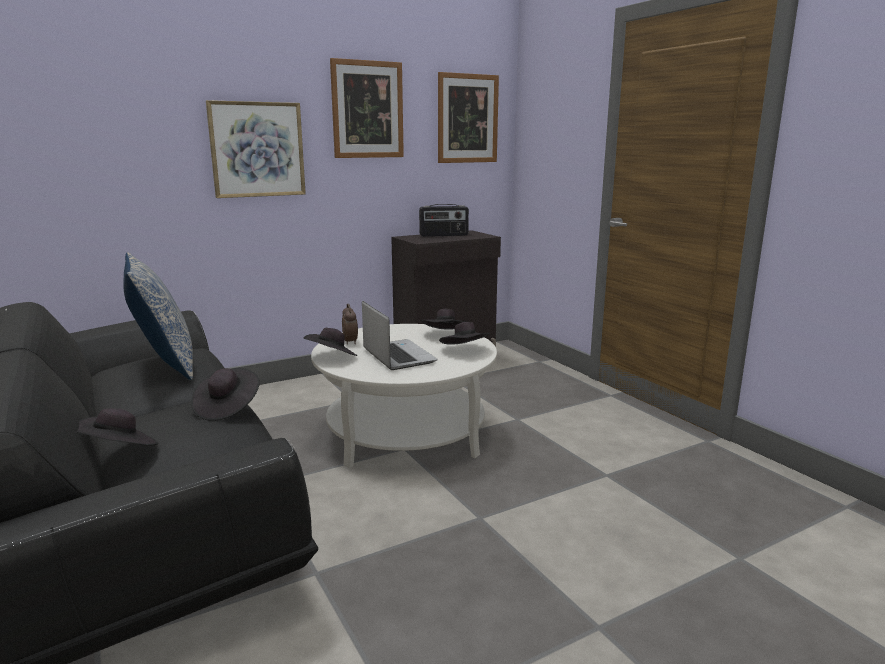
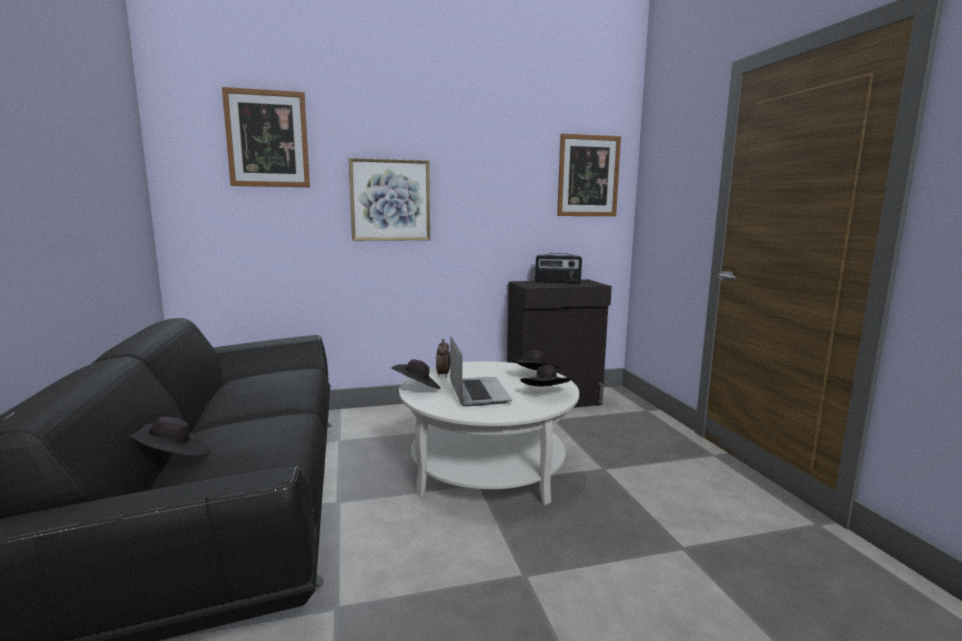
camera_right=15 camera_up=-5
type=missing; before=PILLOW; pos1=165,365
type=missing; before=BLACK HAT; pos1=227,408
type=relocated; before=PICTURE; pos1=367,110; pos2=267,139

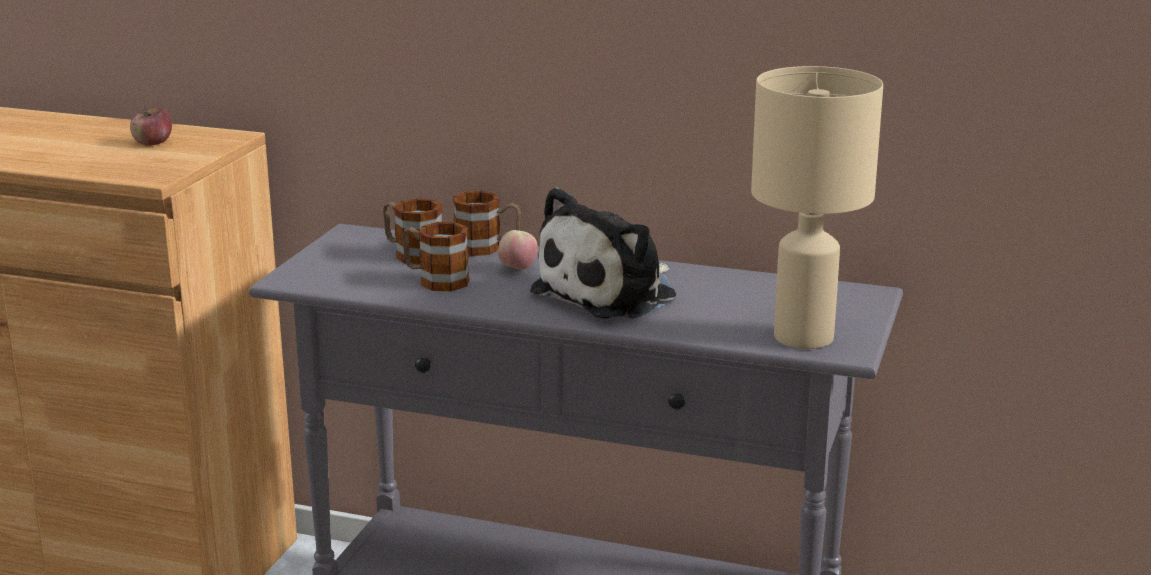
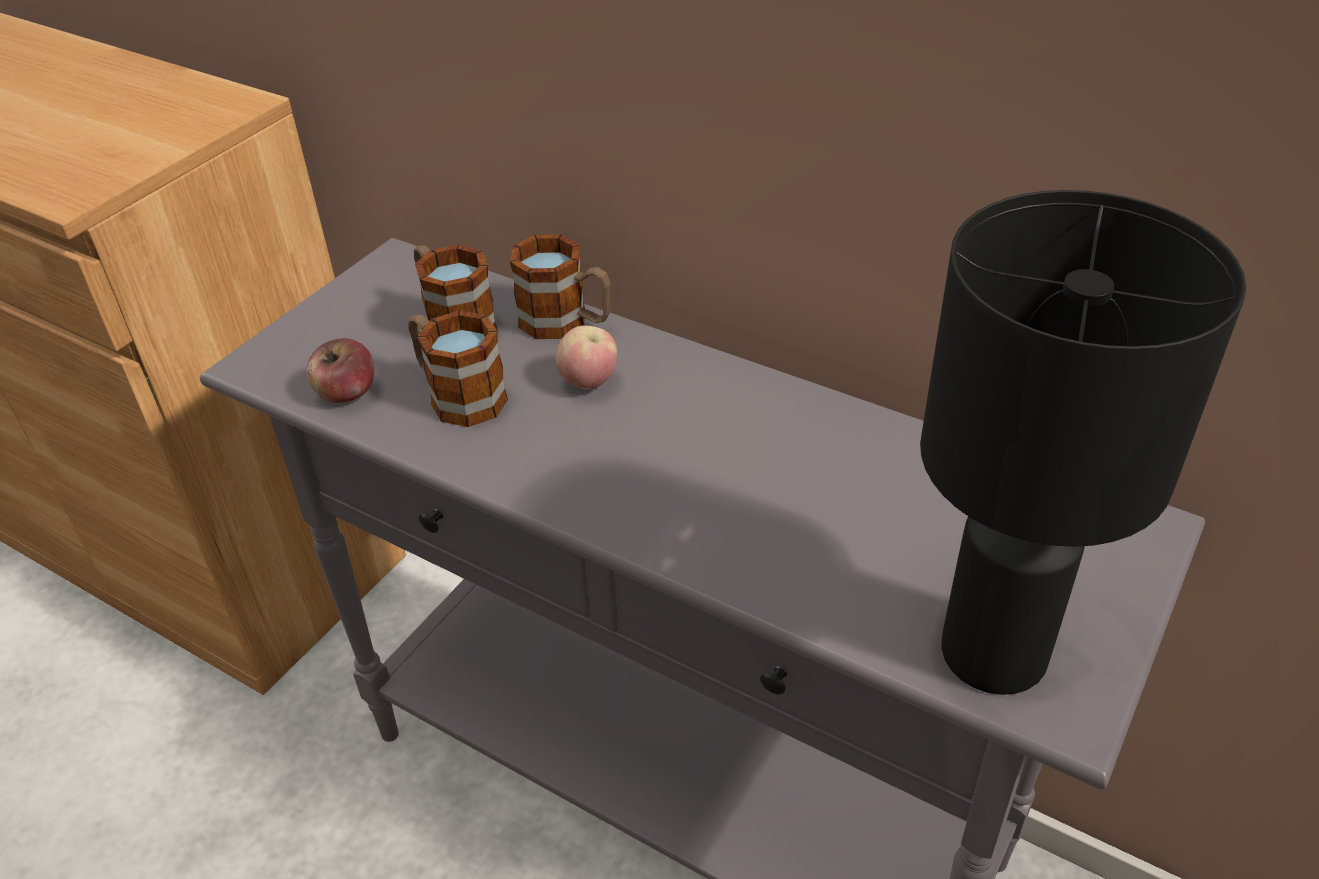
camera_right=15 camera_up=20
type=relocated; before=APPLE; pos1=152,143; pos2=346,393
type=missing; before=PLUSH TOY; pos1=611,294
type=colour; before=BEIGE TABLE LAMP; after=BLACK TABLE LAMP; pos1=802,338; pos2=991,654

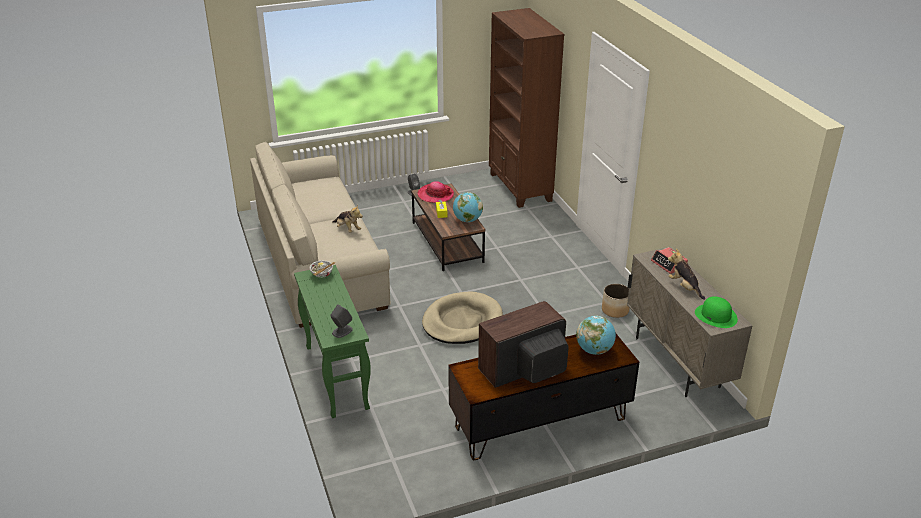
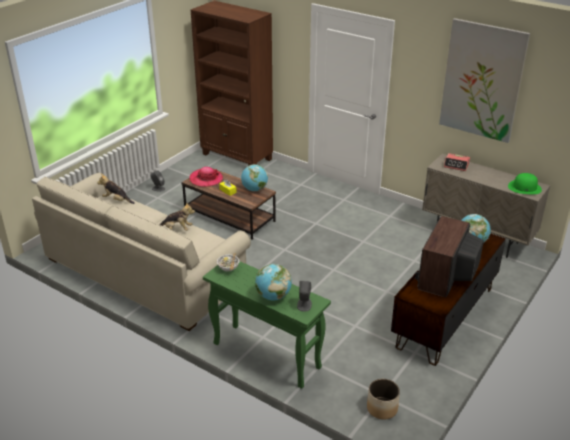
camera_right=-35 camera_up=0
type=missing; before=BEIGE DOG BED; pos1=462,321
type=relocated; before=PLANTER; pos1=615,310; pos2=382,408
type=relocated; before=PLUSH TOY; pos1=684,287; pos2=116,200
type=appeared; after=GLOBE; pos2=273,296
type=appeared; after=PICTURE; pos2=482,81

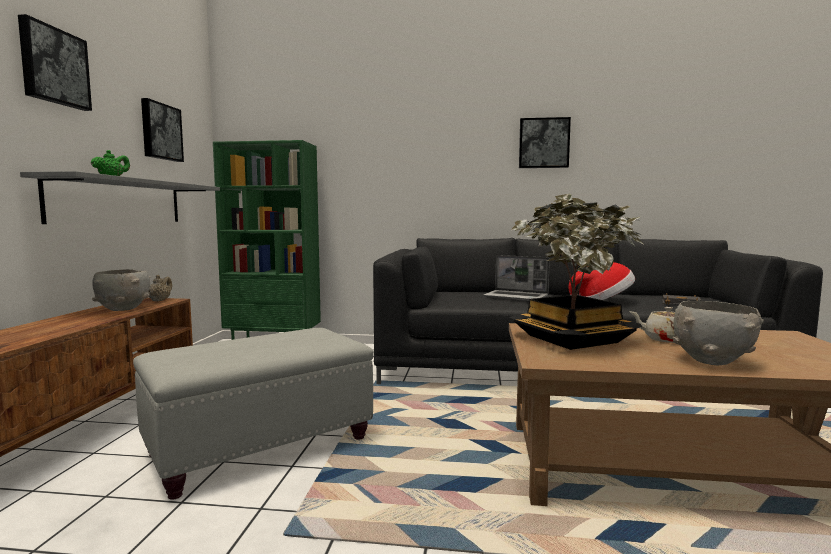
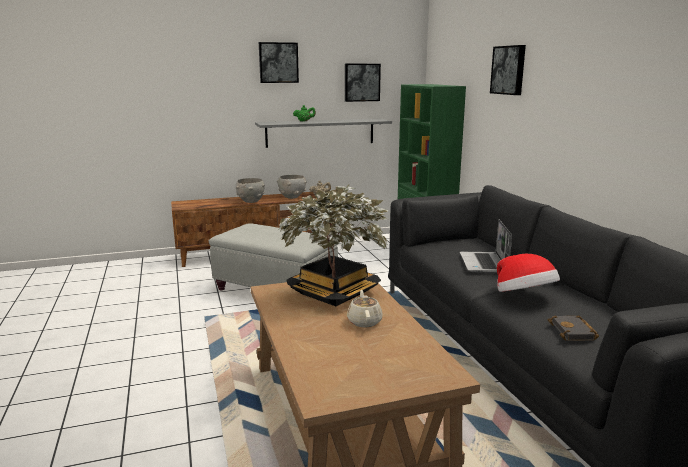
camera_right=65 camera_up=10
type=relocated; before=PICTURE; pos1=543,143; pos2=509,70
type=relocated; before=GREY BOWL; pos1=712,361; pos2=250,201

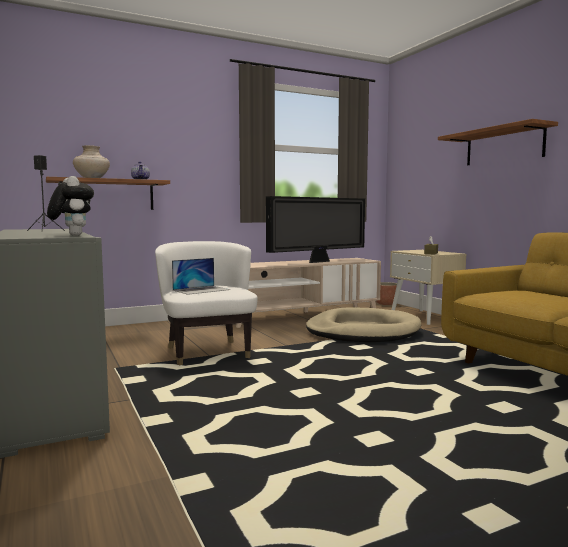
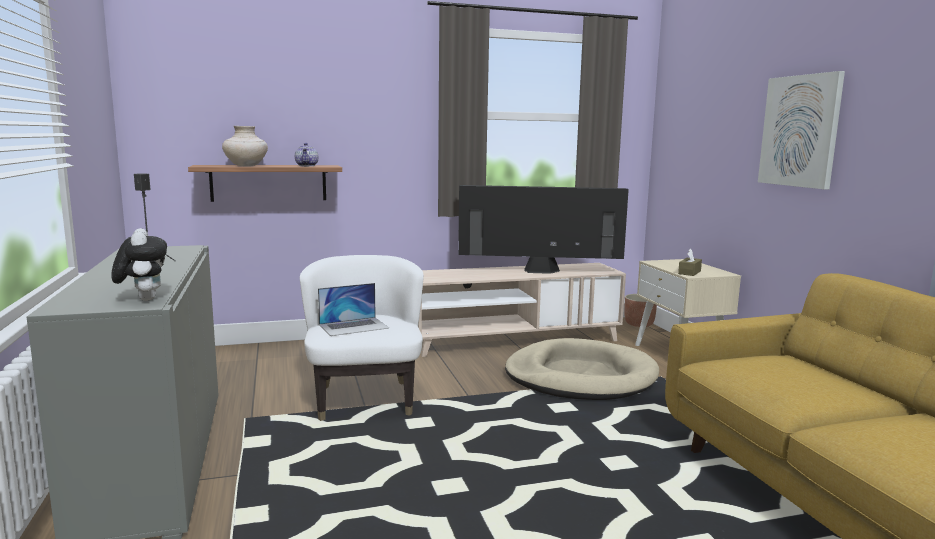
camera_right=10 camera_up=5
type=spun; before=TELEVISION; pos1=319,261; pos2=539,271; turn=-150
type=exchanged; before=SHELF; after=PICTURE; pos1=504,146; pos2=800,131

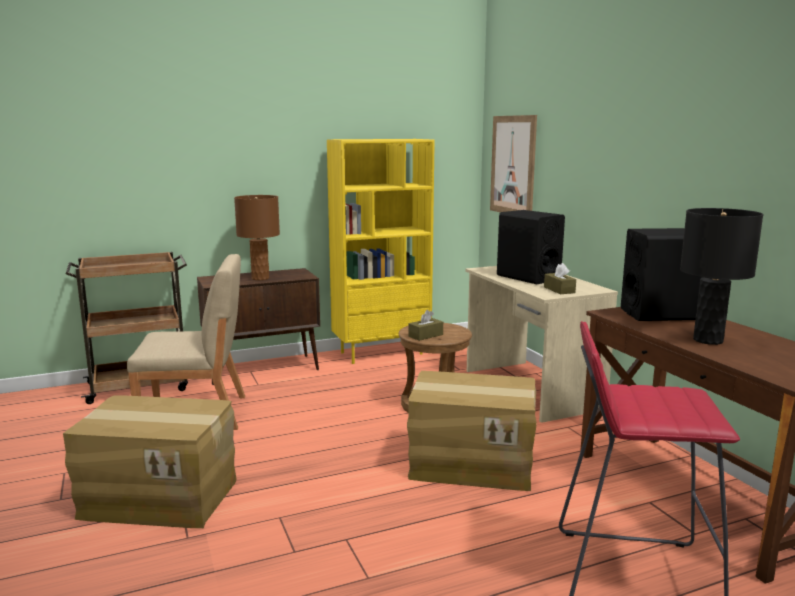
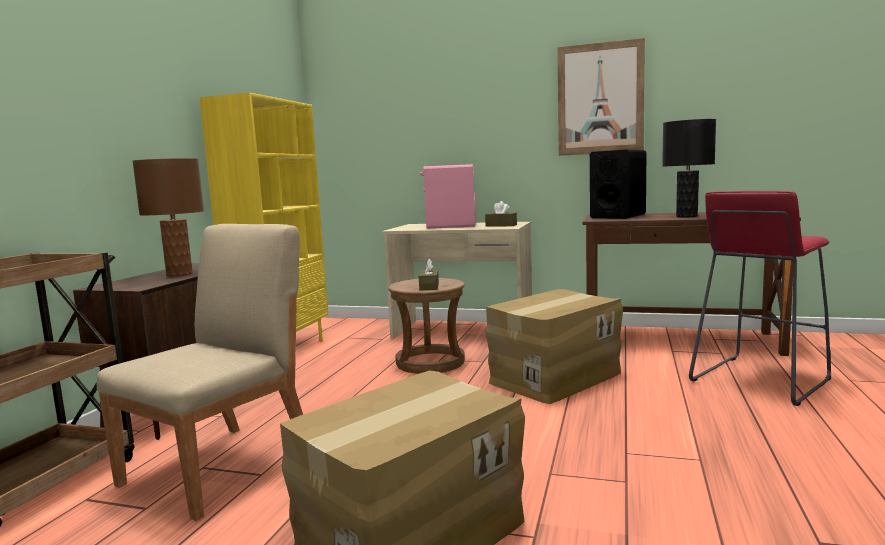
camera_right=-50 camera_up=-5
type=relocated; before=PICTURE; pos1=513,165; pos2=600,99
type=colour; before=BLACK SPEAKER; after=PINK SPEAKER; pos1=527,277; pos2=450,226

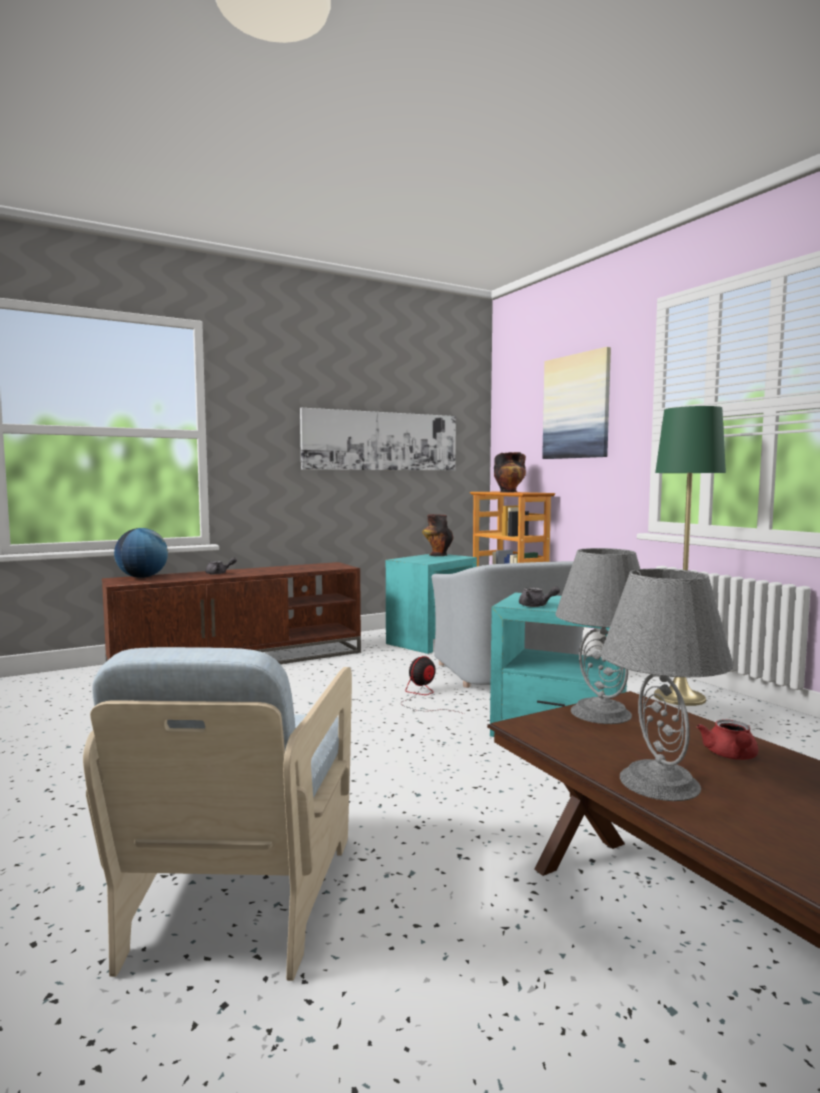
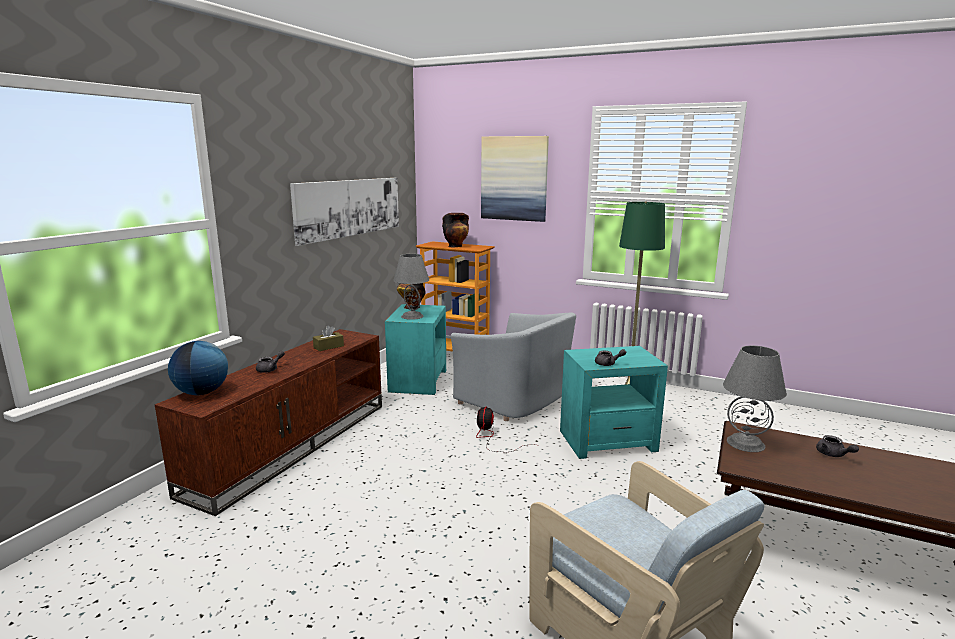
camera_right=-35 camera_up=10
type=relocated; before=GREY TABLE LAMP; pos1=660,782; pos2=412,316
type=colour; before=RED TEAPOT; after=GREY TEAPOT; pos1=731,756; pos2=833,455
type=appeared; after=BROWN TISSUE BOX; pos2=328,347

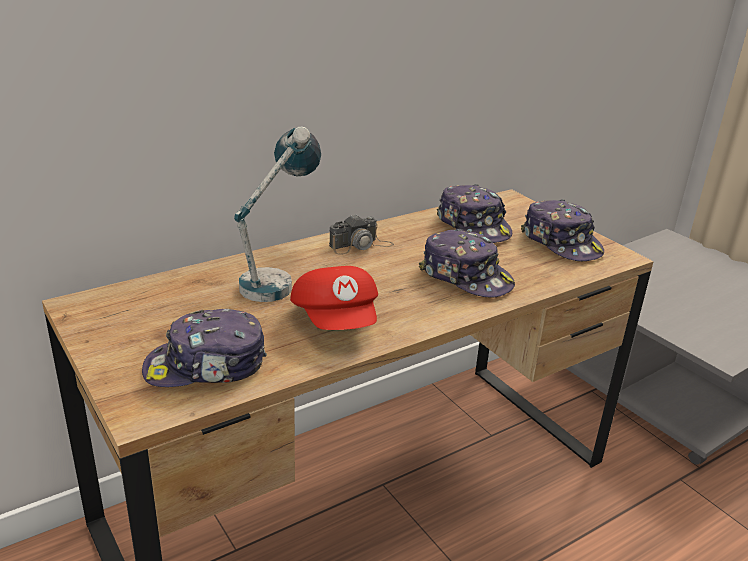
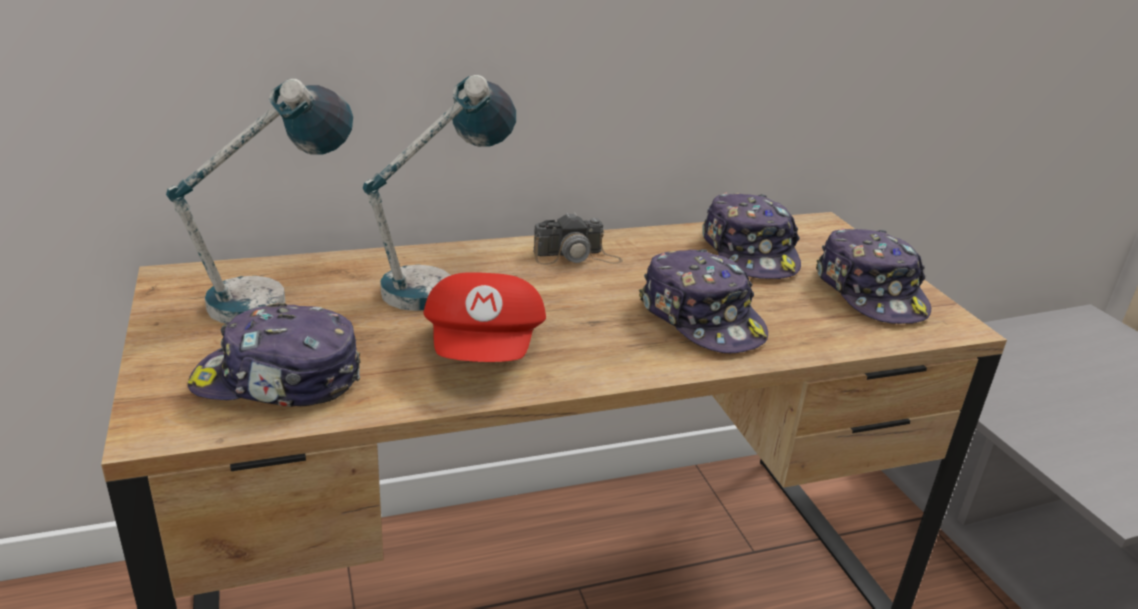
camera_right=15 camera_up=0
type=appeared; after=TABLE LAMP; pos2=278,295

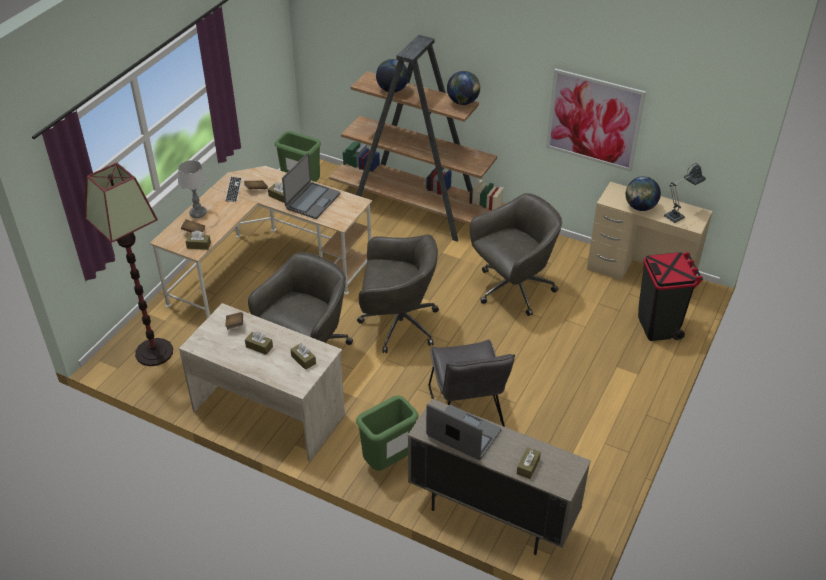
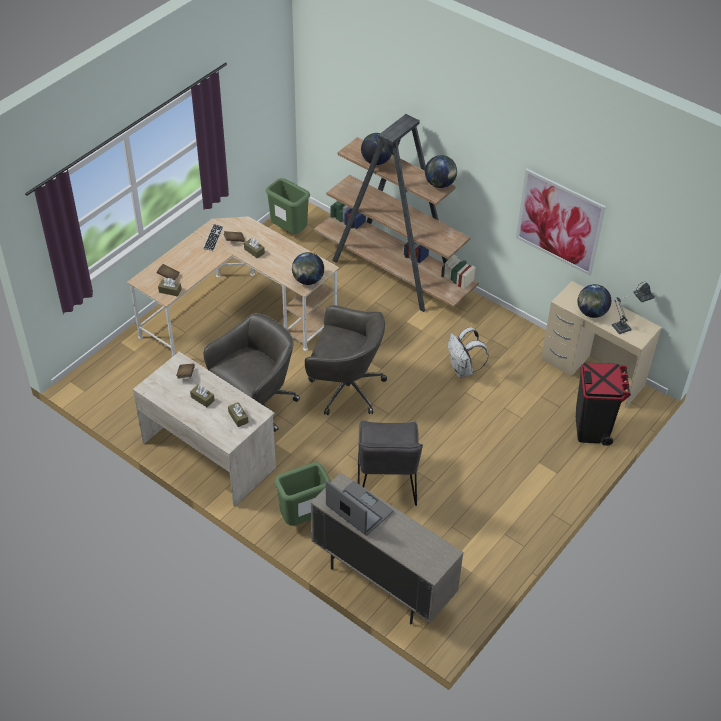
camera_right=10 camera_up=5
type=missing; before=FLOOR LAMP; pos1=154,353
type=missing; before=TABLE LAMP; pos1=198,213
type=missing; before=LAPTOP; pos1=312,201
type=exchanged; before=GREY OFFICE CHAIR; after=WHITE BACKPACK; pos1=512,289; pos2=463,370
type=missing; before=BROWN TISSUE BOX; pos1=528,466
type=appeared; after=GLOBE; pos2=308,280

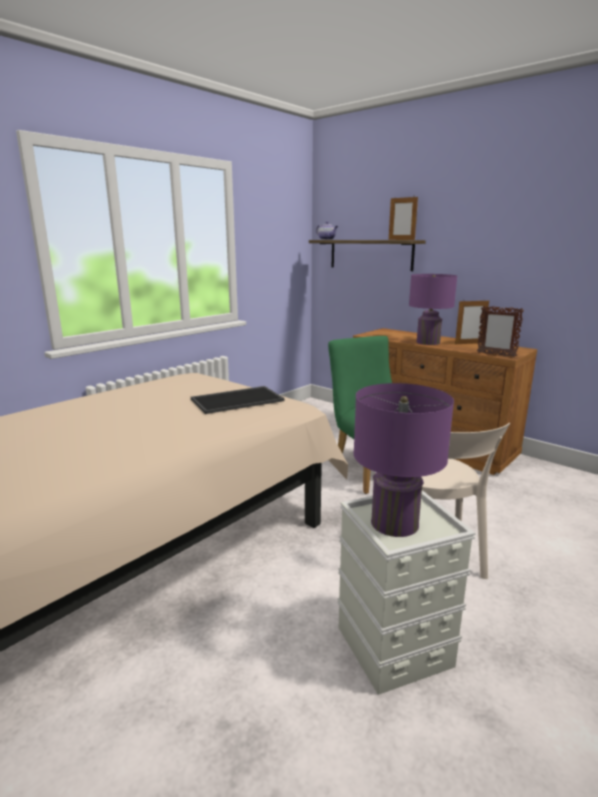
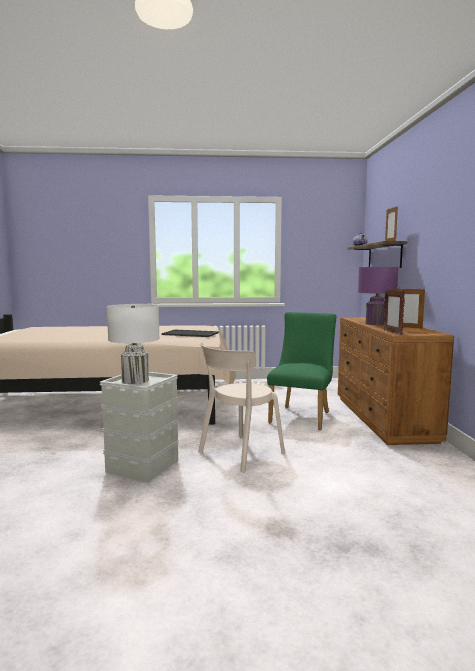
camera_right=45 camera_up=-10
type=colour; before=PURPLE TABLE LAMP; after=WHITE TABLE LAMP; pos1=394,523; pos2=135,380

